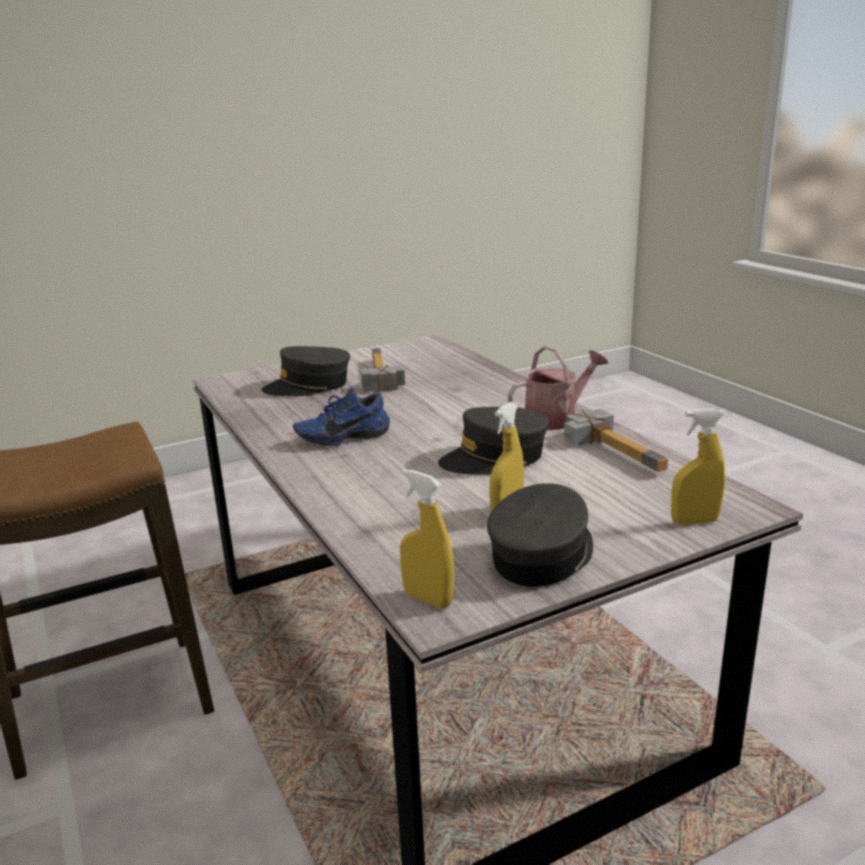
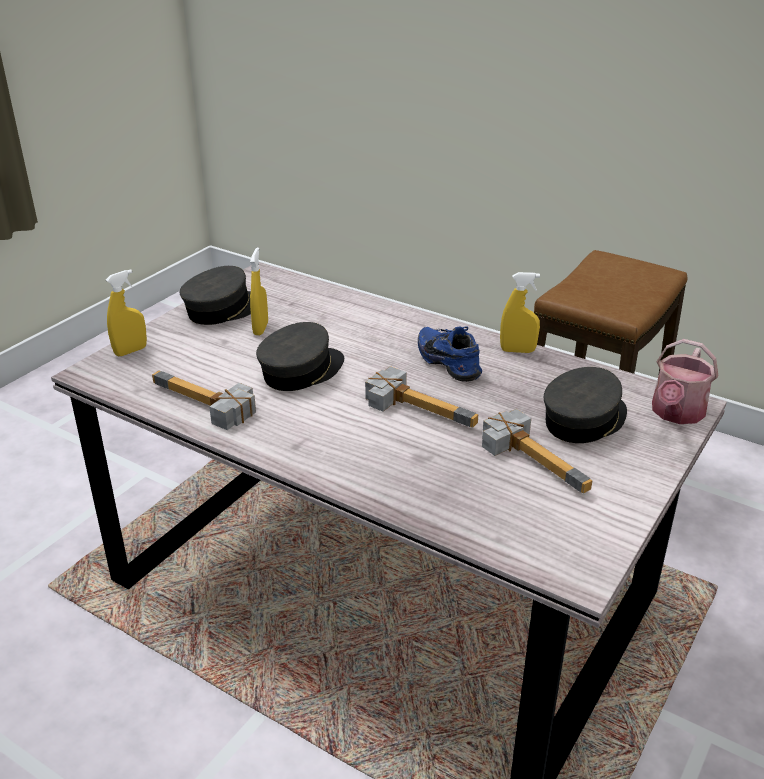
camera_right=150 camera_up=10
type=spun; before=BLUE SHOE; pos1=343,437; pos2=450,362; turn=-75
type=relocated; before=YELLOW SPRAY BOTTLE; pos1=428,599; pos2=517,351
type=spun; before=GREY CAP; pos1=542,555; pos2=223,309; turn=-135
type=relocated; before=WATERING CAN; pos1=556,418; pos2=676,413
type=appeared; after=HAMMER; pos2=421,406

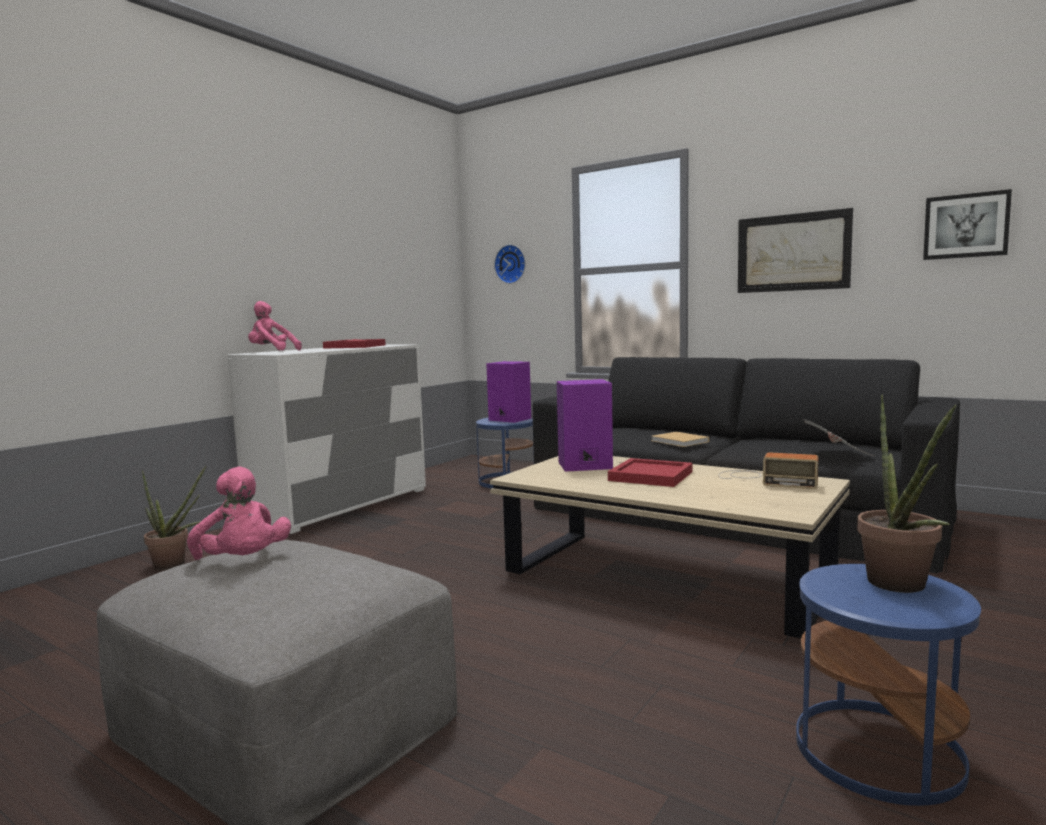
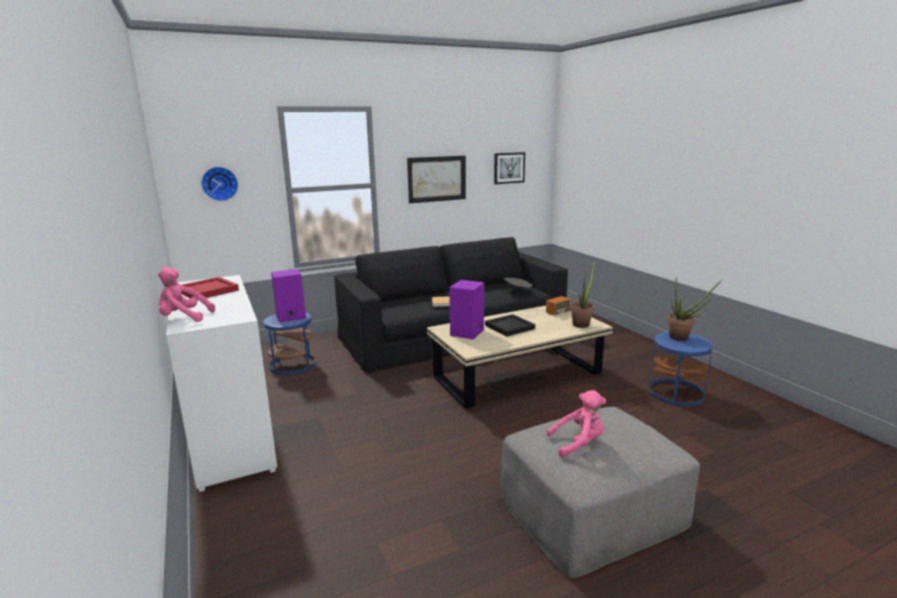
camera_right=-60 camera_up=10
type=relocated; before=POTTED PLANT; pos1=175,565; pos2=582,323
type=spun; before=PINK PLUSH TOY; pos1=271,351; pos2=184,318; turn=45
type=colour; before=RED TRAY; after=BLACK TRAY; pos1=650,476; pos2=509,327

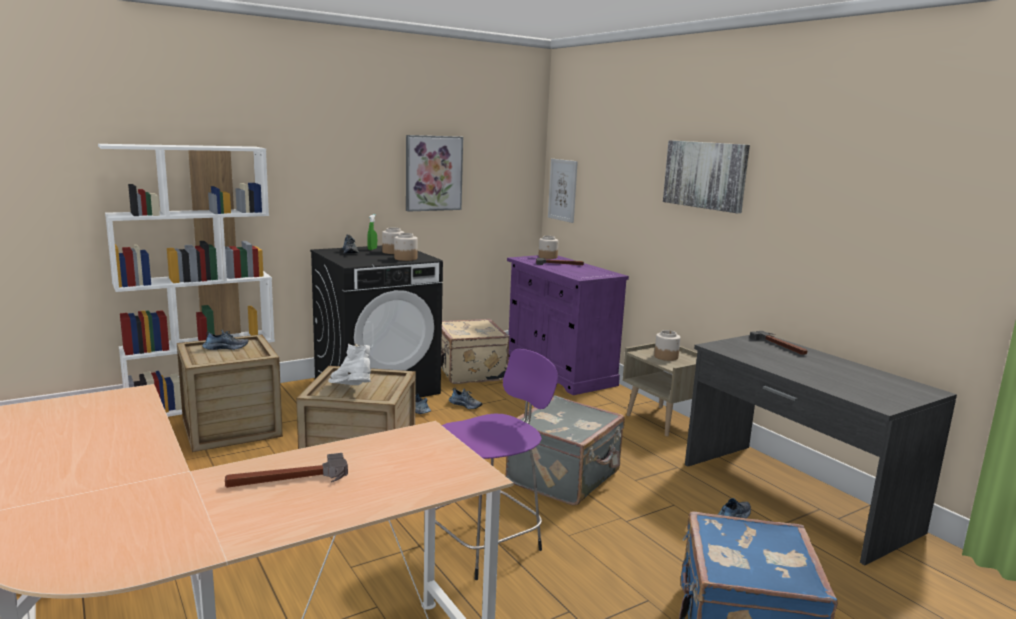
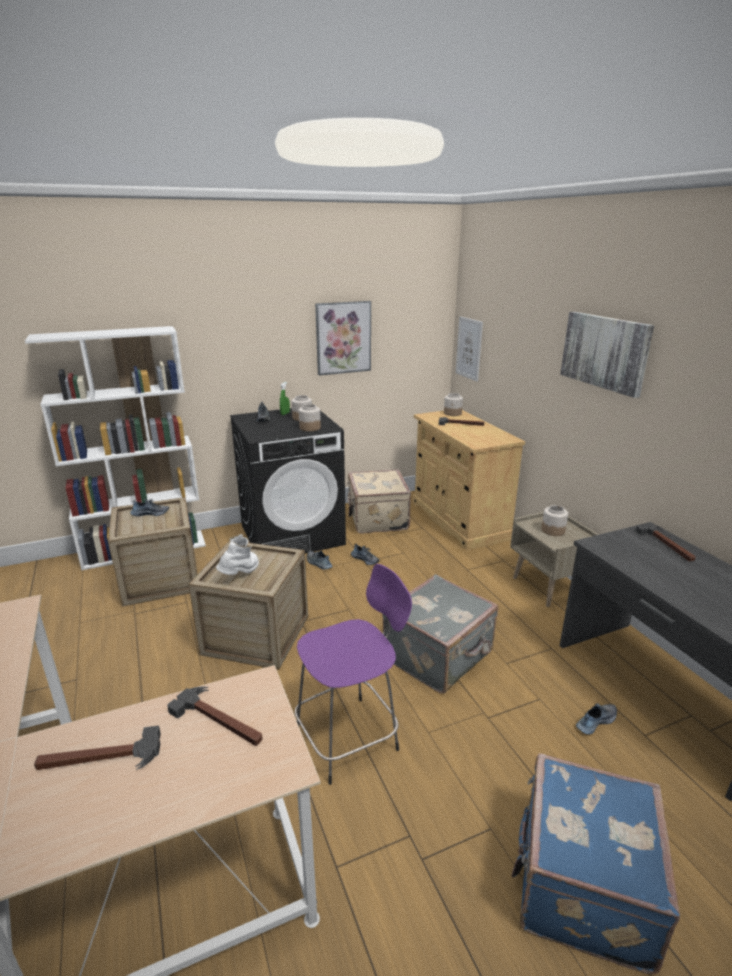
camera_right=10 camera_up=10
type=spun; before=WHITE BOOT; pos1=352,391; pos2=241,574; turn=60
type=colour; before=PURPLE CABINET; after=BEIGE CABINET; pos1=559,371; pos2=459,520
type=appeared; after=HAMMER; pos2=219,720

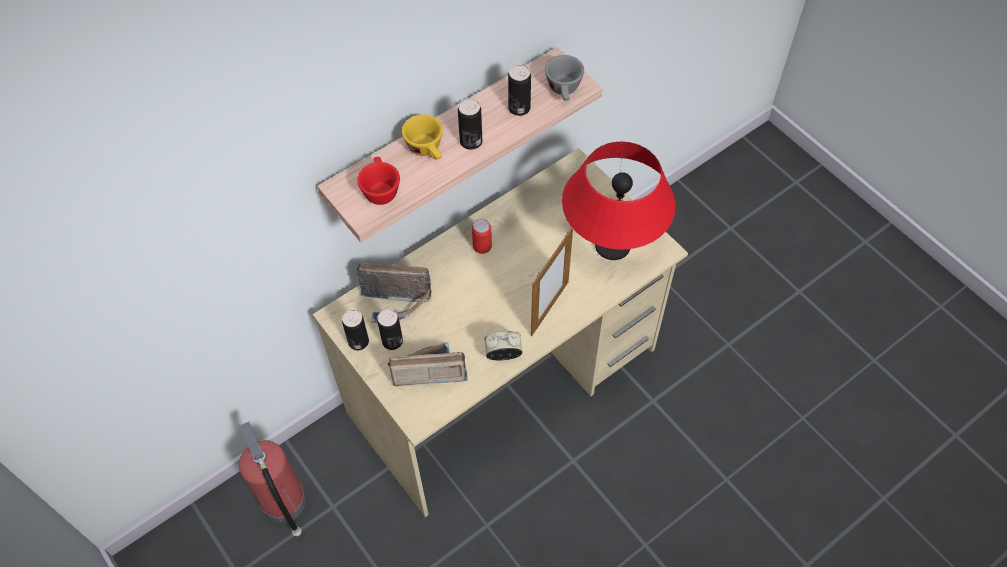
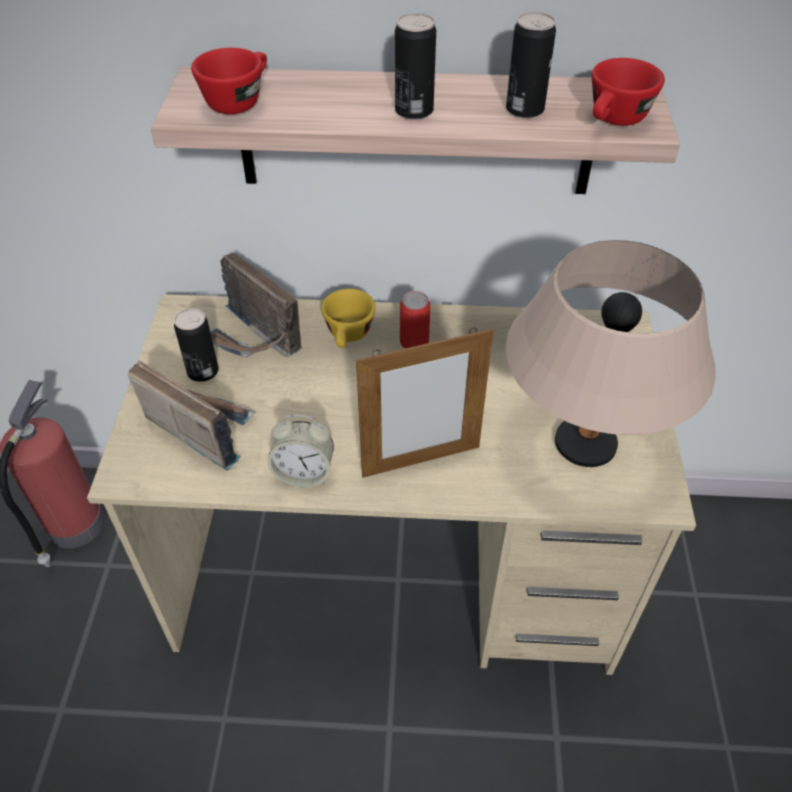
camera_right=40 camera_up=-10
type=missing; before=CAN; pos1=358,341
type=relocated; before=YELLOW CUP; pos1=427,150; pos2=349,336
type=spun; before=ALARM CLOCK; pos1=503,354; pos2=304,474; turn=150
type=colour; before=GREY CUP; after=RED CUP; pos1=564,90; pos2=615,121
type=colour; before=RED TABLE LAMP; after=BEIGE TABLE LAMP; pos1=612,247; pos2=584,445

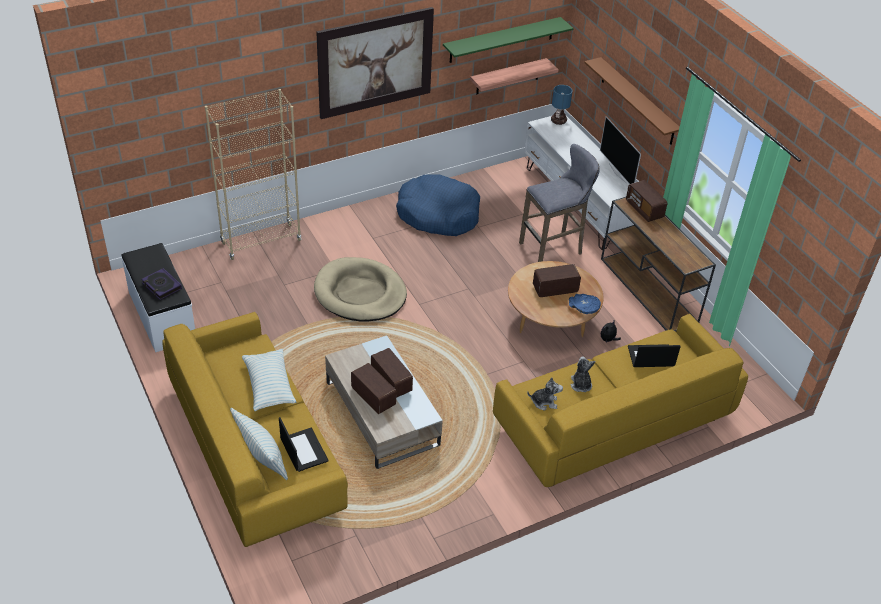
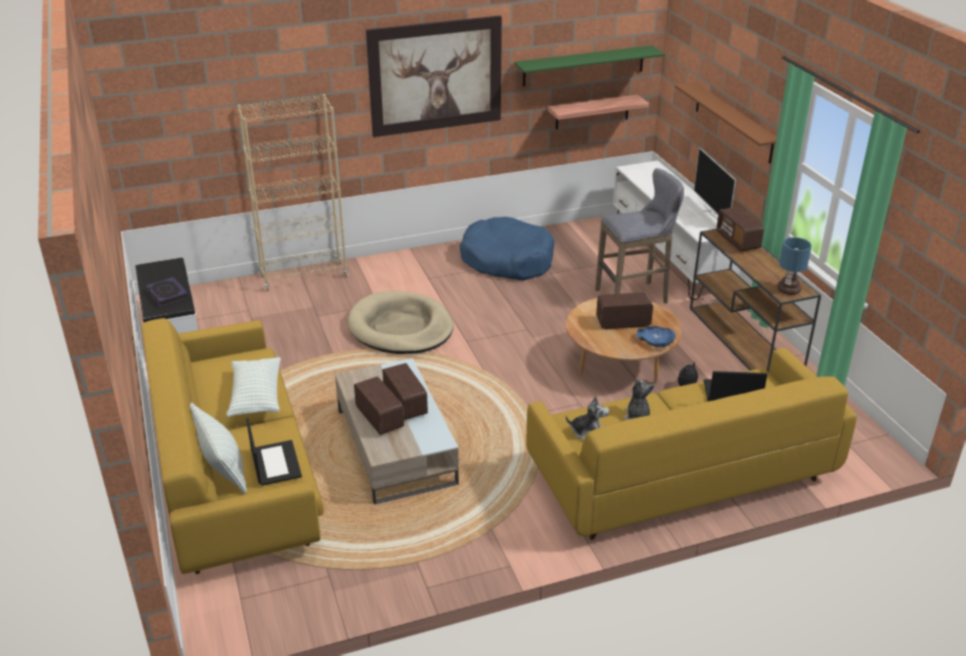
camera_right=10 camera_up=-10
type=relocated; before=TABLE LAMP; pos1=558,121; pos2=788,290

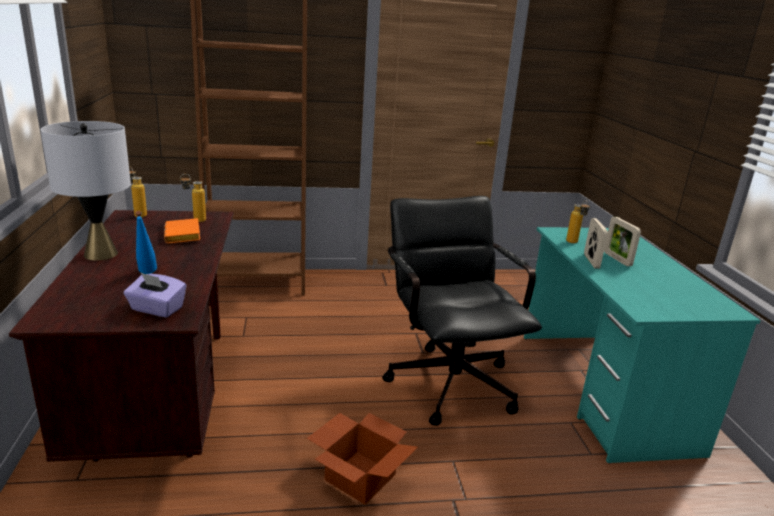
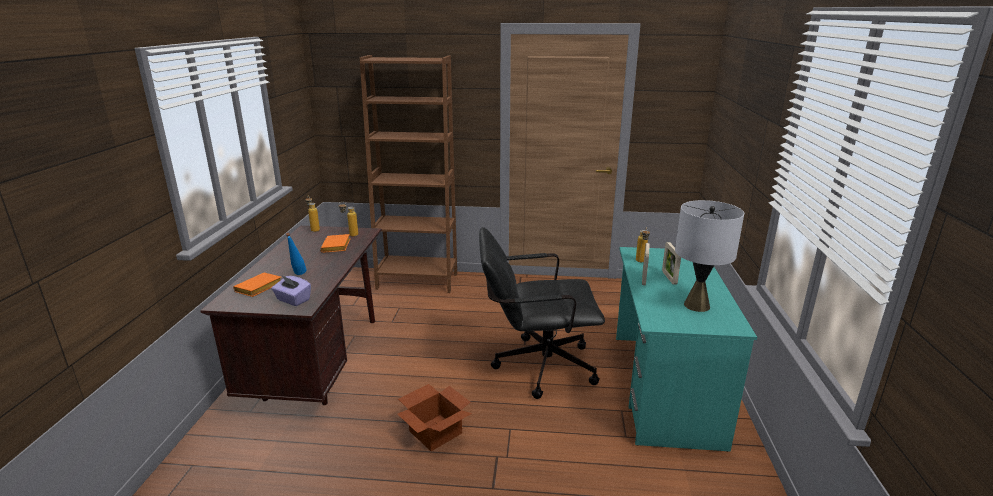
camera_right=15 camera_up=0
type=relocated; before=GREY TABLE LAMP; pos1=101,254; pos2=697,305
type=spun; before=BLACK OFFICE CHAIR; pos1=448,378; pos2=536,366; turn=-90
type=appeared; after=ORANGE BOOK; pos2=258,289

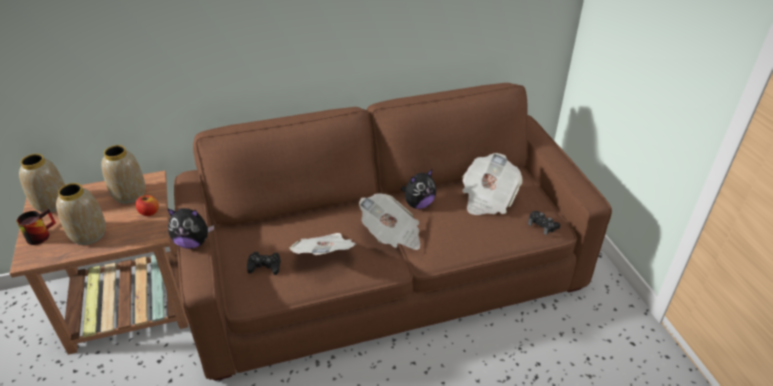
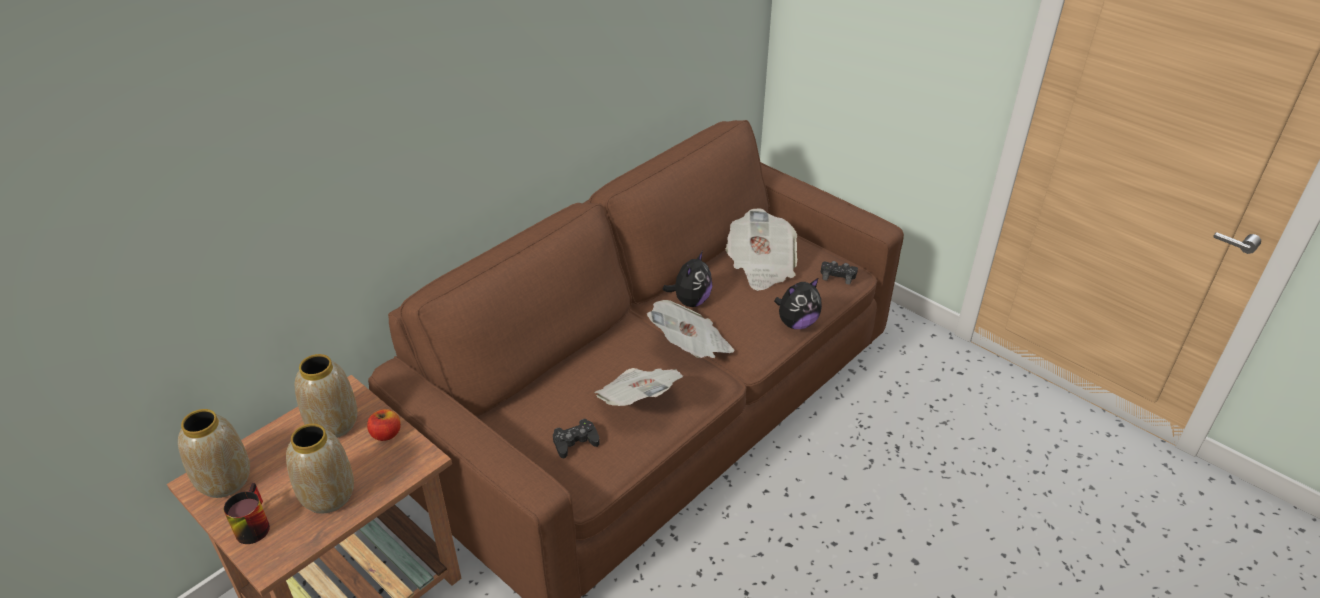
camera_right=-30 camera_up=0
type=relocated; before=PLUSH TOY; pos1=193,242; pos2=796,323

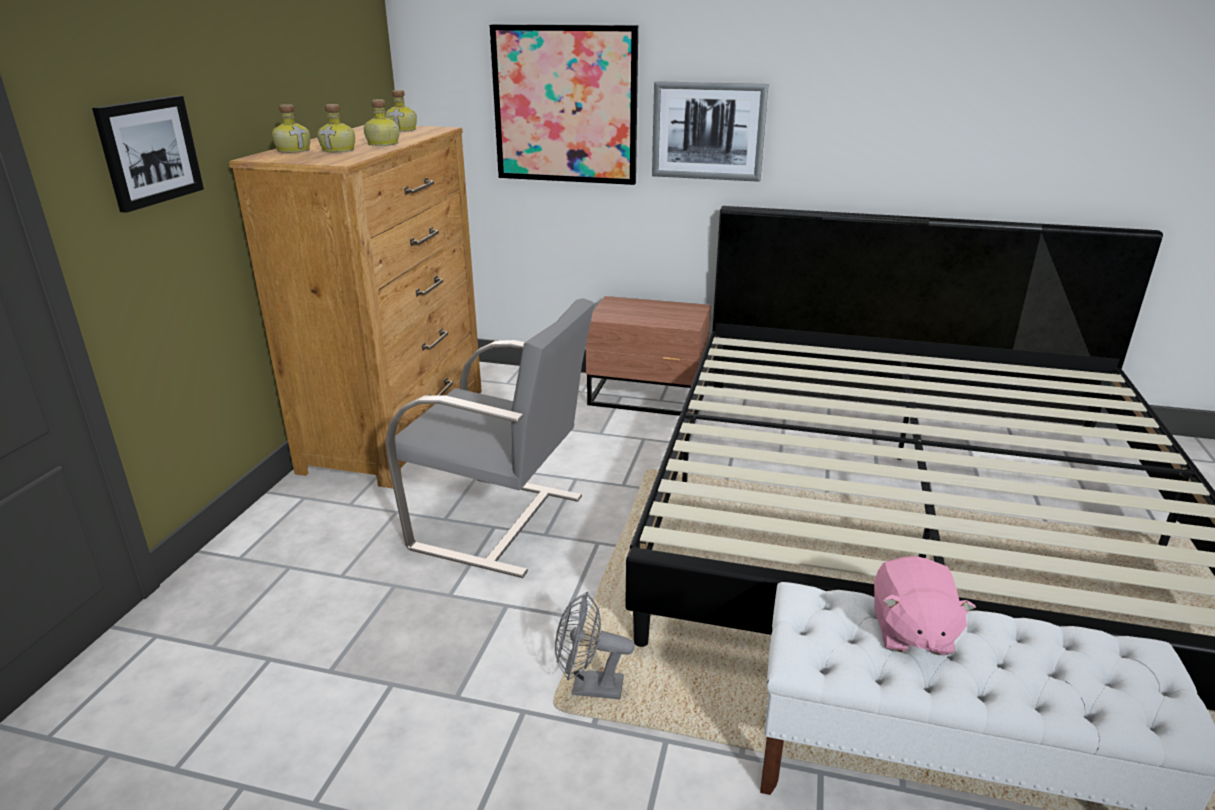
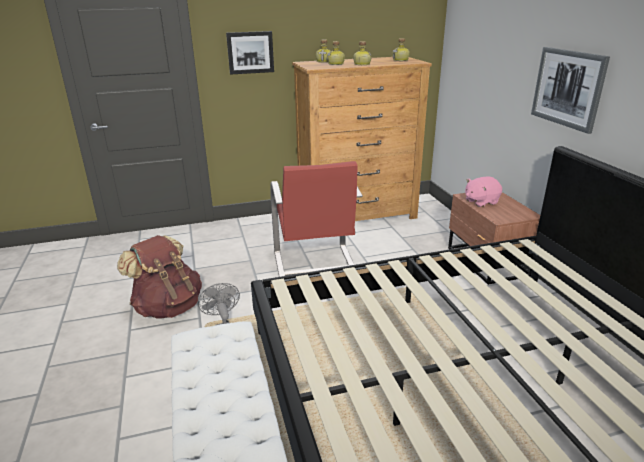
camera_right=60 camera_up=0
type=colour; before=GREY ARMCHAIR; after=RED ARMCHAIR; pos1=500,522; pos2=315,265
type=missing; before=PICTURE; pos1=565,105
type=relocated; before=PINK PLUSH TOY; pos1=910,632; pos2=481,202
type=appeared; after=BROWN BACKPACK; pos2=168,307

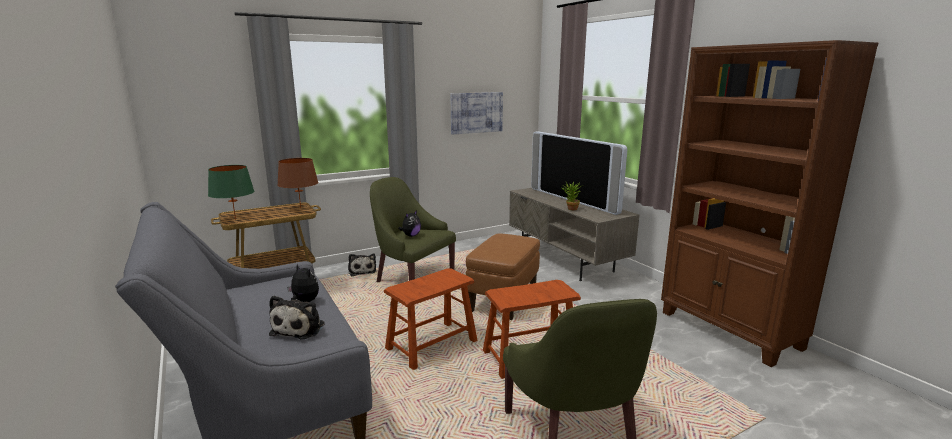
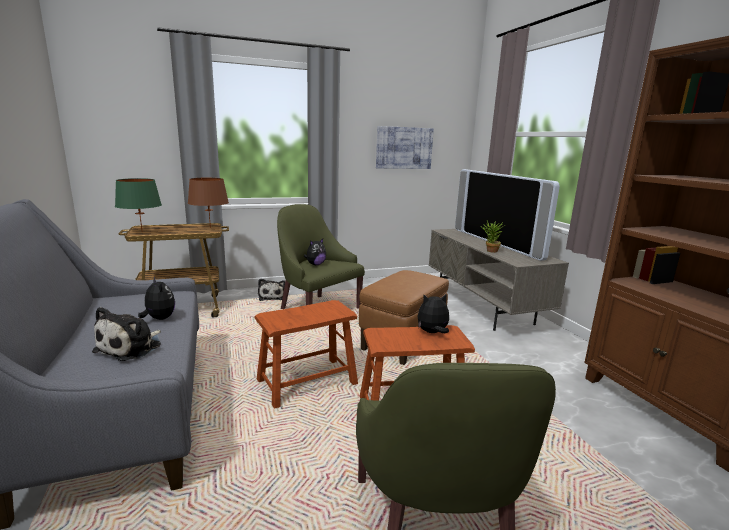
camera_right=10 camera_up=0
type=appeared; after=PLUSH TOY; pos2=432,333

